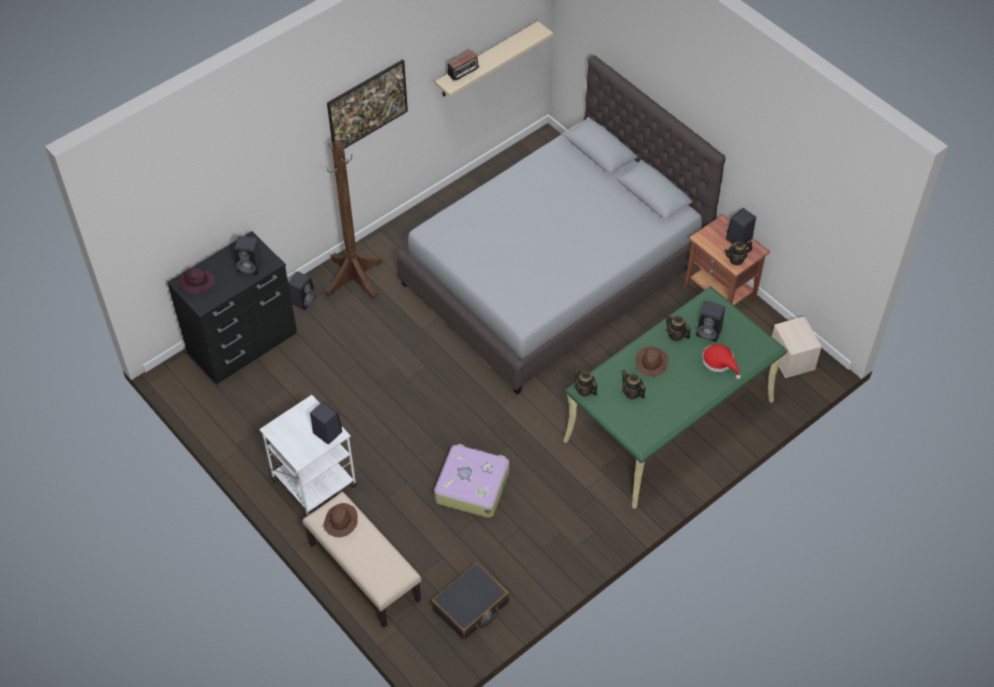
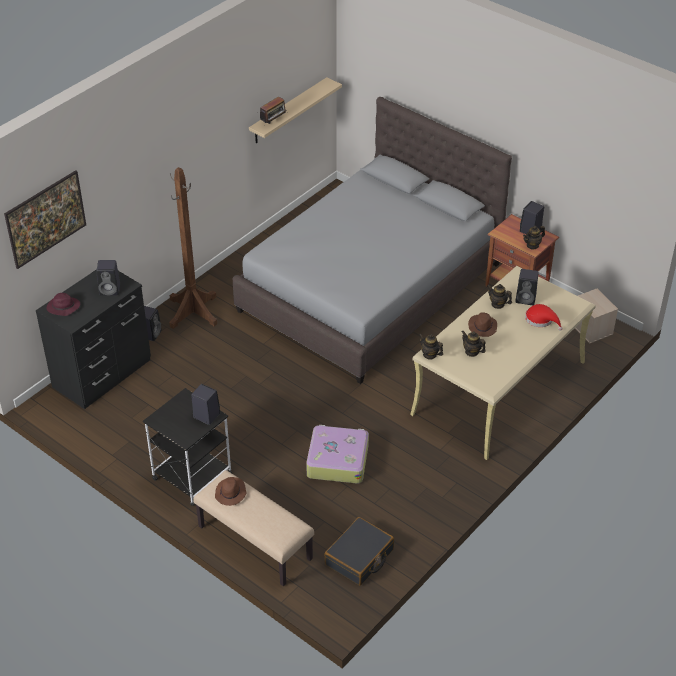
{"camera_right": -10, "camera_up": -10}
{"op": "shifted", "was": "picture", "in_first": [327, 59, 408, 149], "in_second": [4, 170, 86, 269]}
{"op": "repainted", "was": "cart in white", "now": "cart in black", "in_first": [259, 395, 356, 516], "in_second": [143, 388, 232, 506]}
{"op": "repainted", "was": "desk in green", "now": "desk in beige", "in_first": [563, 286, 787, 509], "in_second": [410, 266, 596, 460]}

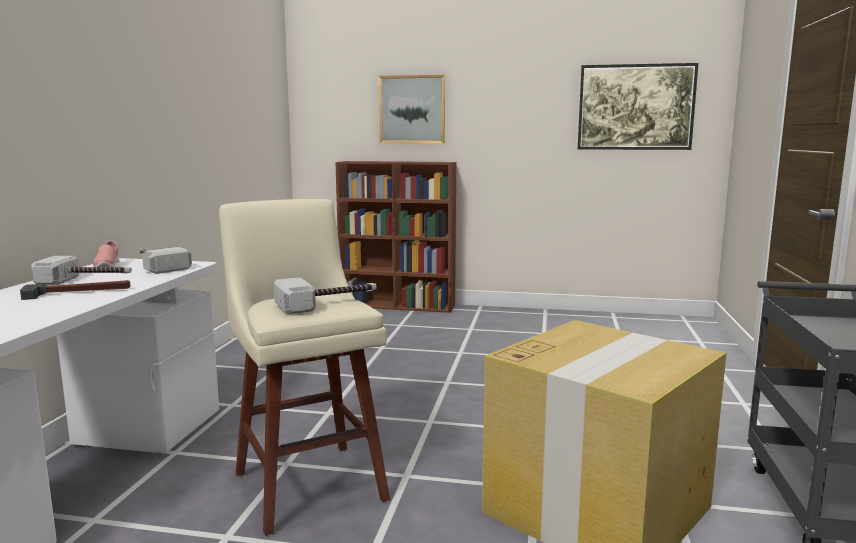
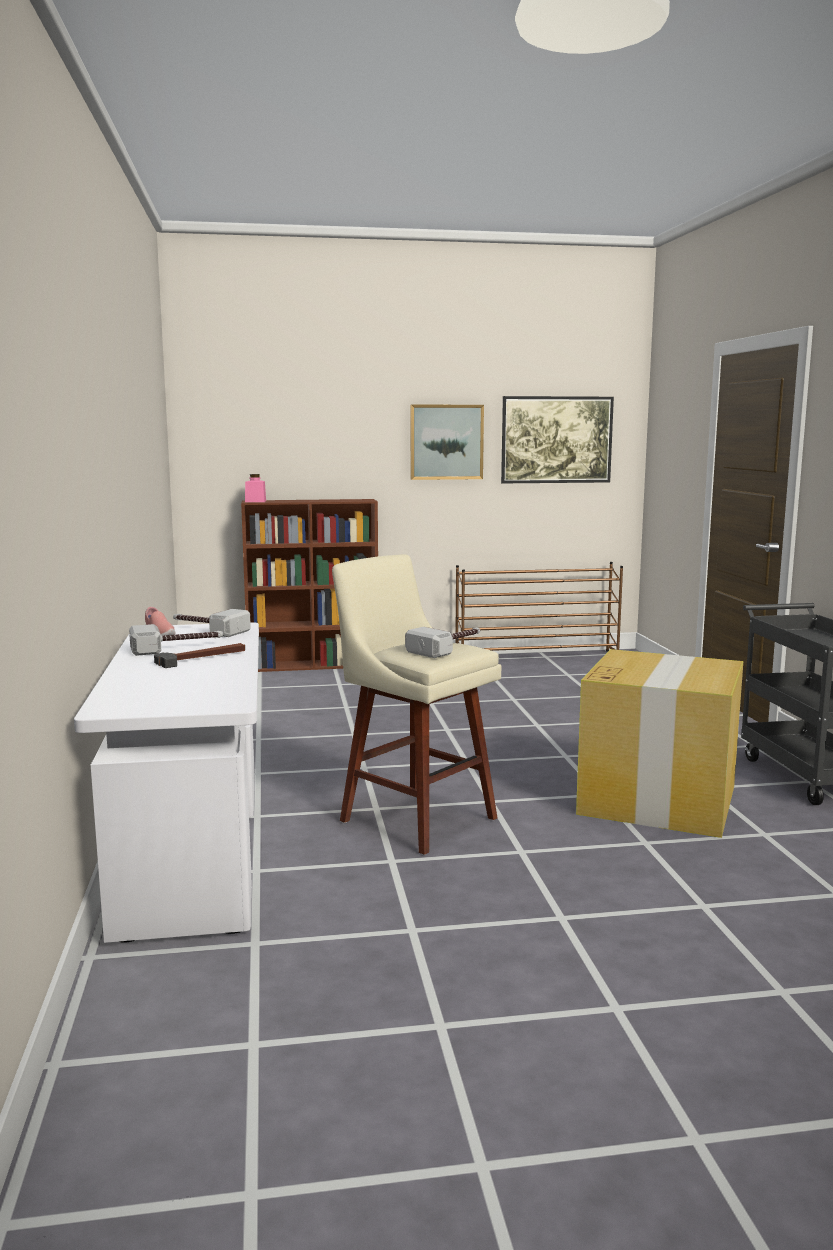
{"camera_right": -20, "camera_up": 0}
{"op": "new", "now": "jar in pink", "in_second": [245, 474, 266, 502]}
{"op": "shifted", "was": "picture", "in_first": [379, 75, 445, 144], "in_second": [410, 404, 484, 480]}
{"op": "new", "now": "shoe rack in brown", "in_second": [455, 562, 623, 652]}

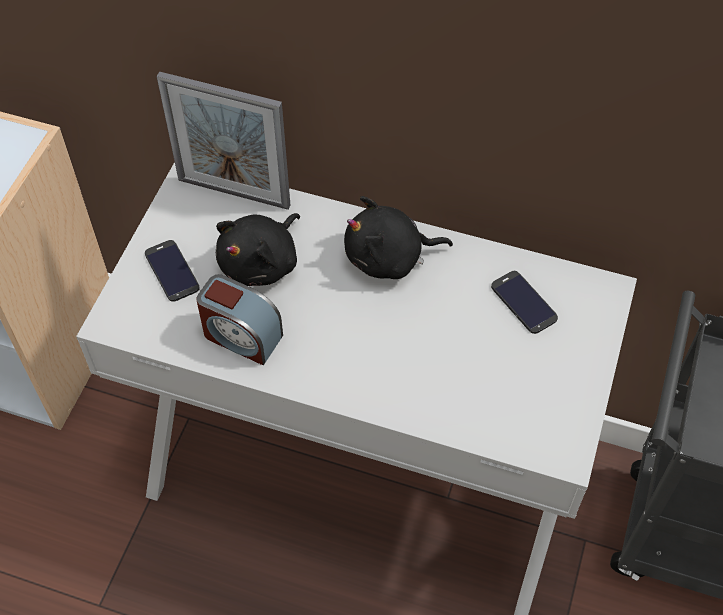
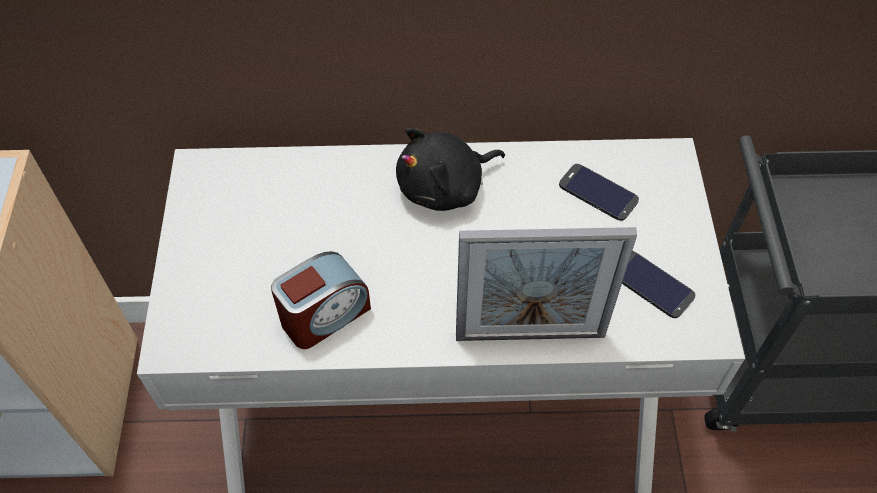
{"camera_right": -20, "camera_up": 0}
{"op": "rotated", "was": "alarm clock", "in_first": [196, 274, 283, 365], "in_second": [271, 251, 371, 349], "clockwise": -45}
{"op": "shifted", "was": "picture frame", "in_first": [157, 72, 290, 210], "in_second": [456, 227, 637, 341]}
{"op": "shifted", "was": "phone", "in_first": [145, 240, 199, 302], "in_second": [622, 251, 695, 318]}
{"op": "gone", "was": "plush toy in black", "in_first": [216, 213, 300, 286]}

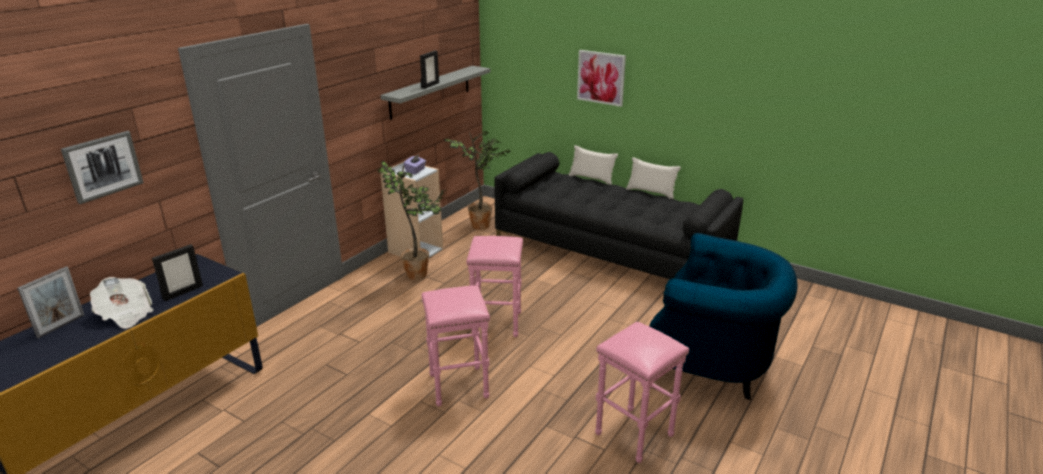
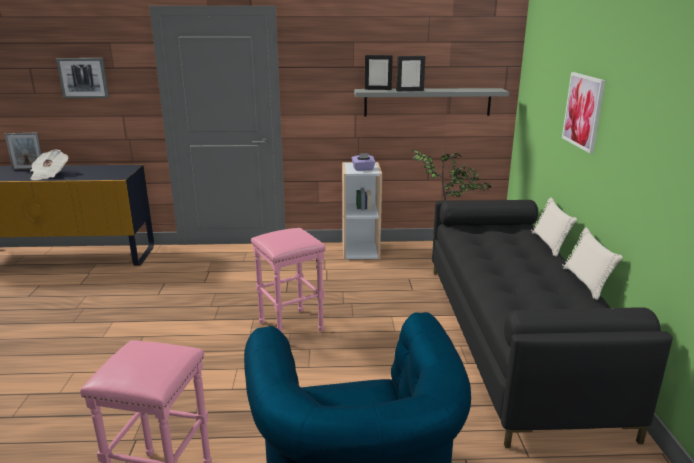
{"camera_right": 55, "camera_up": -5}
{"op": "shifted", "was": "picture frame", "in_first": [152, 244, 203, 301], "in_second": [365, 55, 393, 90]}
{"op": "gone", "was": "potted plant", "in_first": [377, 161, 447, 280]}
{"op": "gone", "was": "stool in pink", "in_first": [421, 285, 490, 406]}

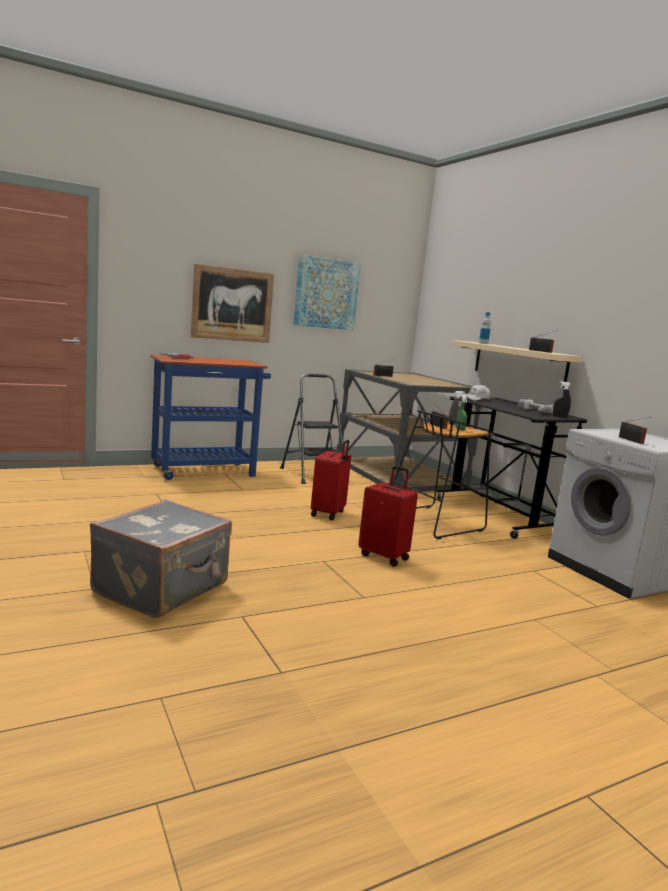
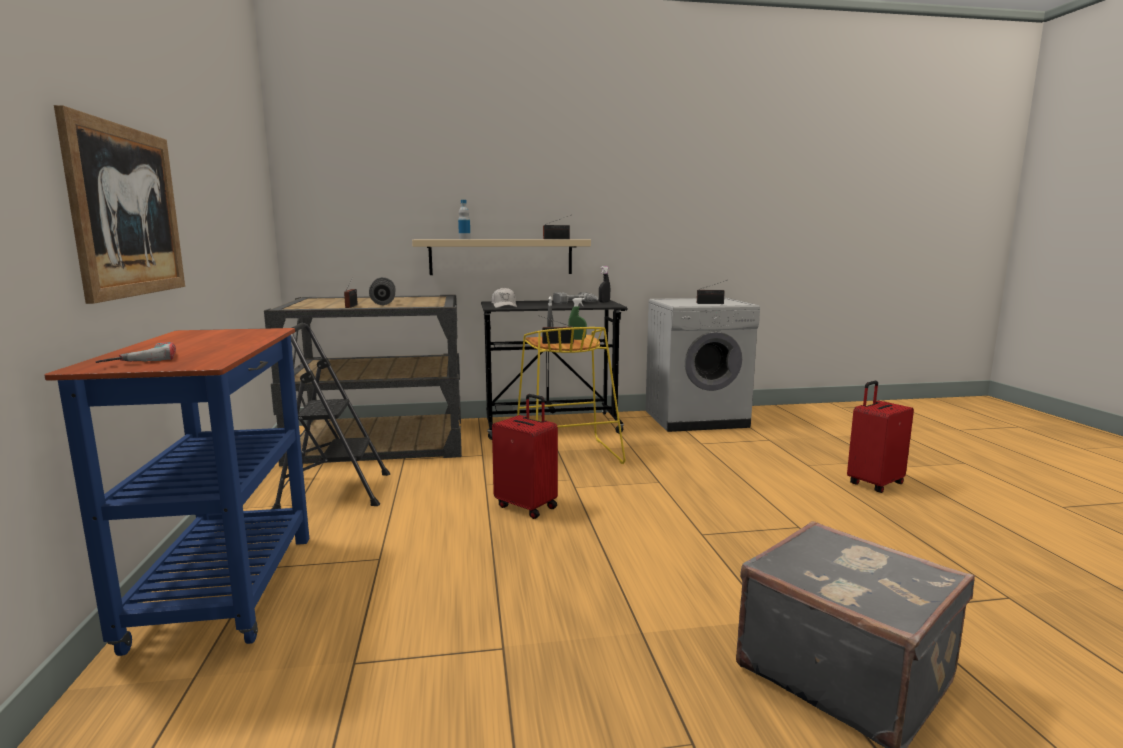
{"camera_right": -70, "camera_up": 0}
{"op": "new", "now": "dumbbell in grey", "in_second": [369, 277, 396, 305]}
{"op": "repainted", "was": "stool in black", "now": "stool in yellow", "in_first": [392, 410, 491, 539], "in_second": [517, 327, 625, 464]}
{"op": "shifted", "was": "suitcase in red", "in_first": [358, 466, 418, 567], "in_second": [847, 381, 914, 493]}
{"op": "gone", "was": "picture", "in_first": [293, 254, 361, 330]}

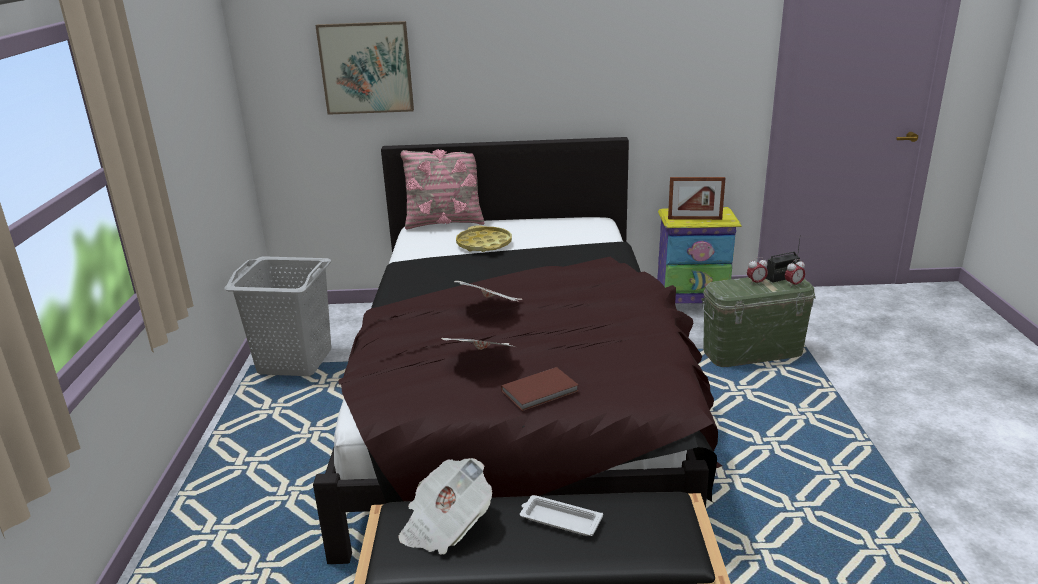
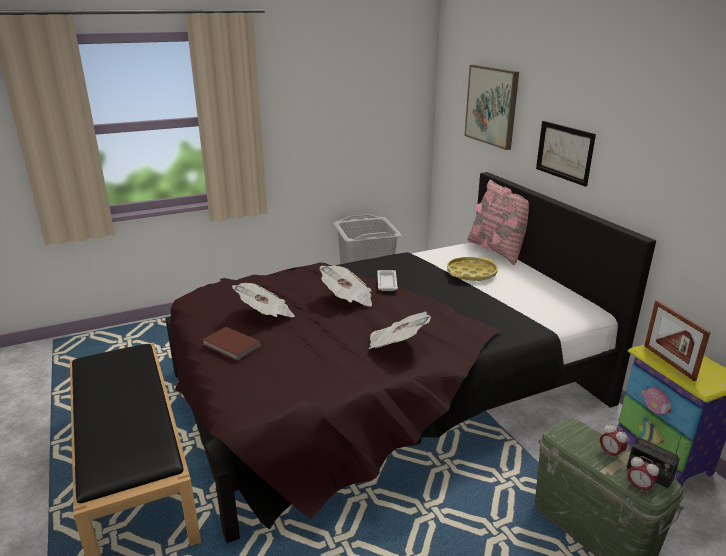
{"camera_right": 65, "camera_up": 0}
{"op": "shifted", "was": "newspaper", "in_first": [398, 458, 492, 555], "in_second": [369, 312, 431, 349]}
{"op": "shifted", "was": "tray in white", "in_first": [520, 495, 603, 536], "in_second": [377, 270, 398, 291]}
{"op": "new", "now": "picture", "in_second": [536, 121, 596, 187]}

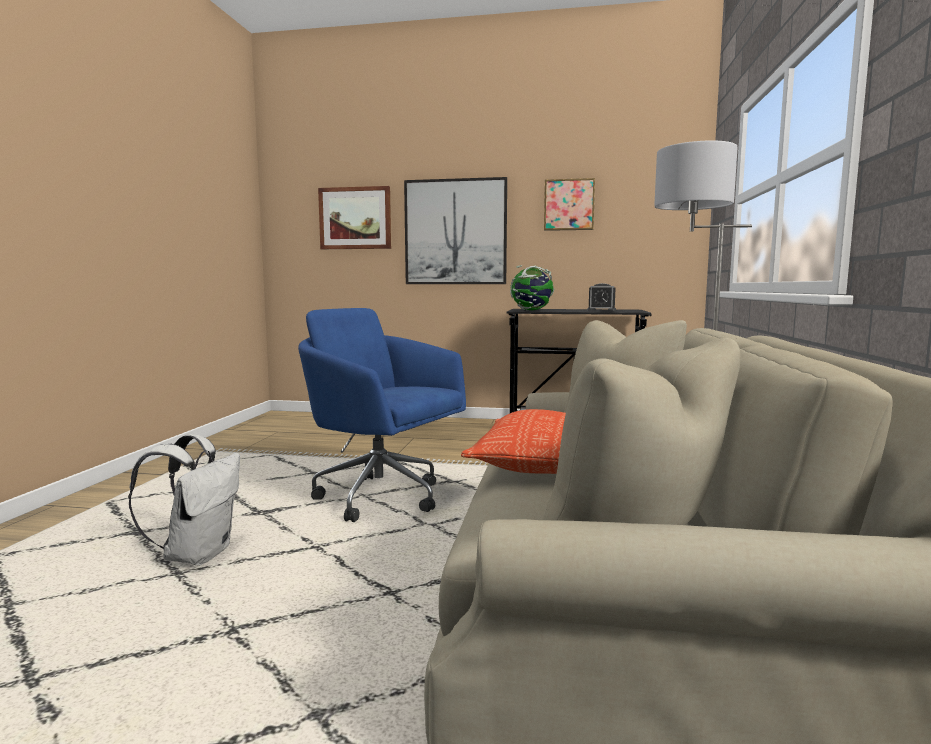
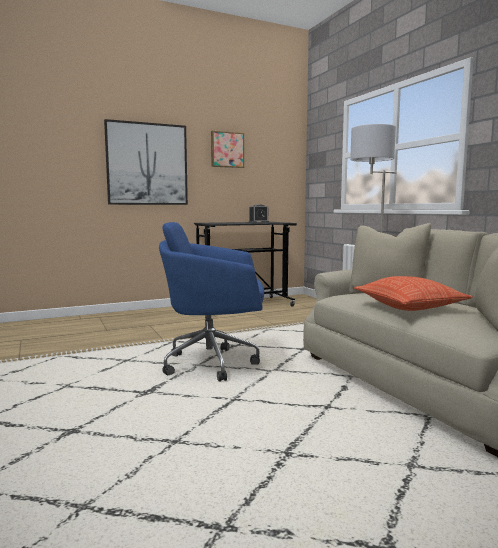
{"camera_right": -35, "camera_up": 0}
{"op": "gone", "was": "backpack in white", "in_first": [128, 434, 240, 565]}
{"op": "gone", "was": "picture", "in_first": [318, 186, 391, 249]}
{"op": "gone", "was": "globe", "in_first": [510, 265, 554, 310]}

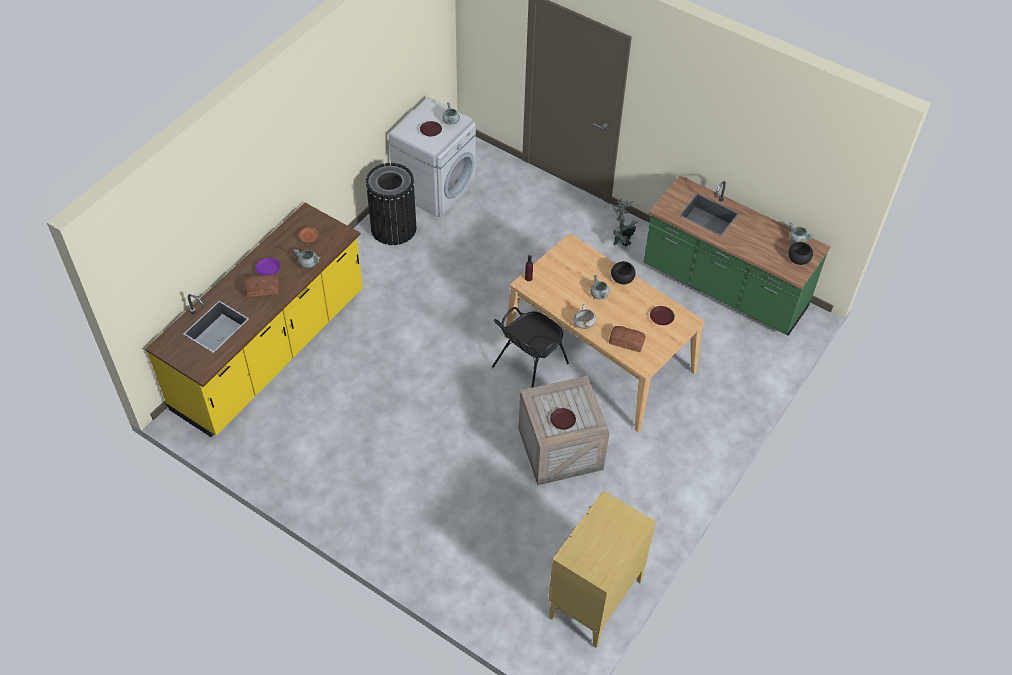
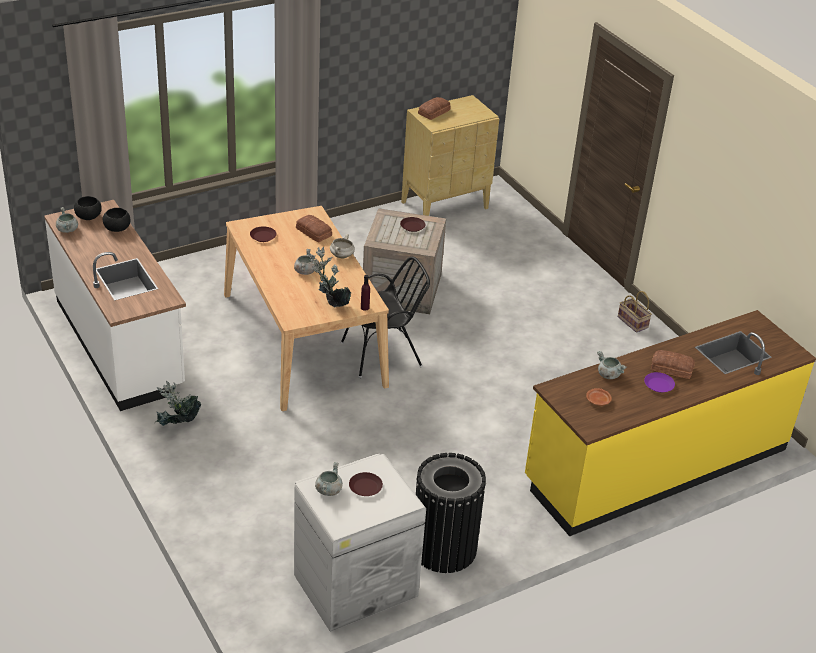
{"camera_right": -155, "camera_up": -15}
{"op": "repainted", "was": "counter in green", "now": "counter in white", "in_first": [643, 175, 830, 336], "in_second": [44, 200, 186, 411]}
{"op": "shifted", "was": "bowl in black", "in_first": [611, 261, 636, 284], "in_second": [103, 208, 130, 232]}
{"op": "new", "now": "potted plant", "in_second": [309, 247, 351, 307]}
{"op": "new", "now": "bread", "in_second": [418, 97, 451, 120]}
{"op": "new", "now": "basket", "in_second": [618, 291, 652, 333]}

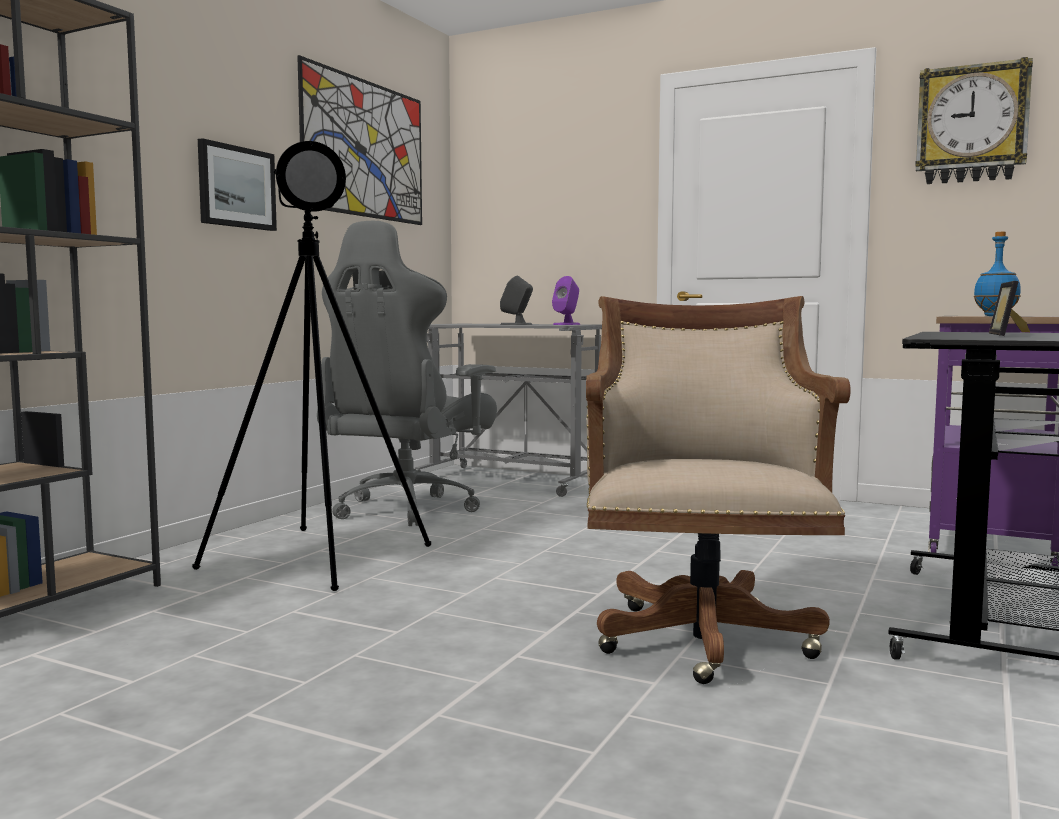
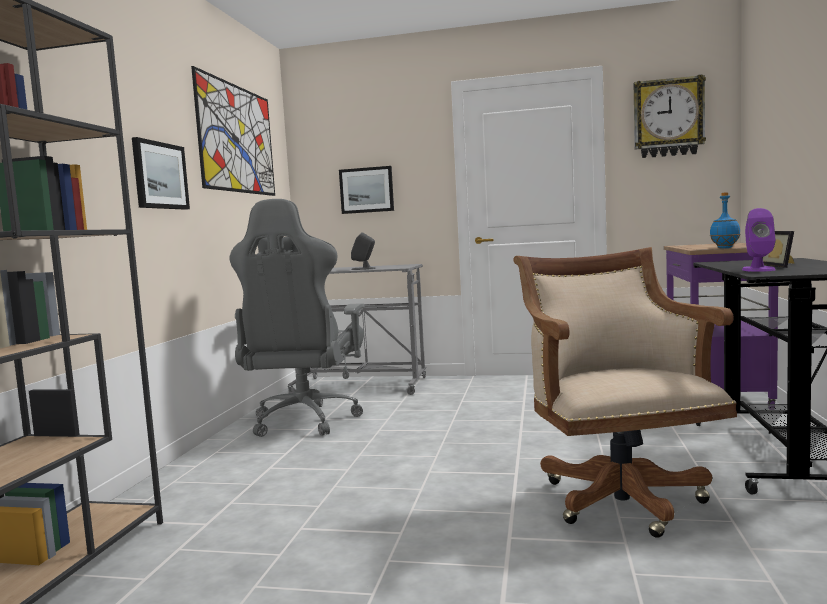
{"camera_right": -15, "camera_up": 0}
{"op": "new", "now": "picture", "in_second": [339, 166, 394, 214]}
{"op": "shifted", "was": "speaker in purple", "in_first": [552, 276, 580, 325], "in_second": [742, 208, 776, 272]}
{"op": "gone", "was": "floor lamp in black", "in_first": [192, 141, 431, 591]}

